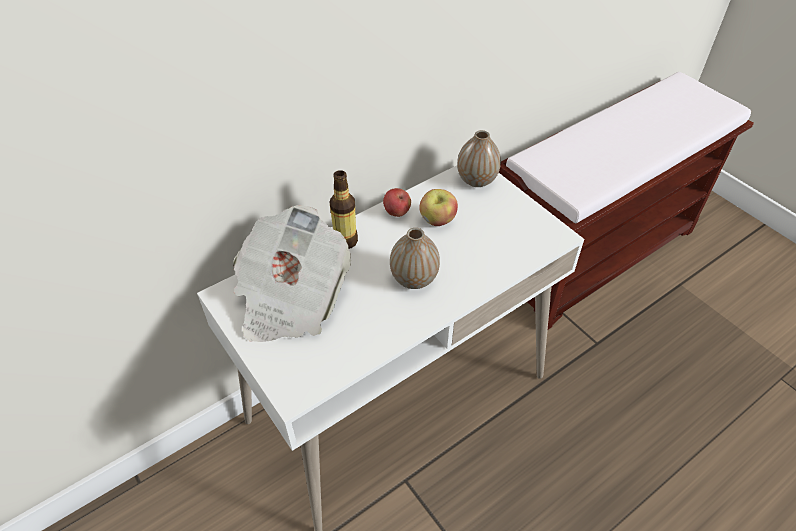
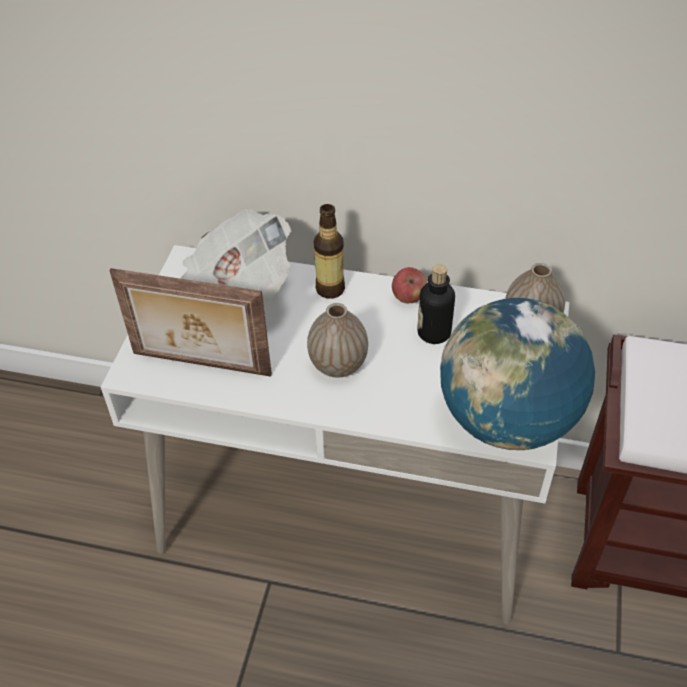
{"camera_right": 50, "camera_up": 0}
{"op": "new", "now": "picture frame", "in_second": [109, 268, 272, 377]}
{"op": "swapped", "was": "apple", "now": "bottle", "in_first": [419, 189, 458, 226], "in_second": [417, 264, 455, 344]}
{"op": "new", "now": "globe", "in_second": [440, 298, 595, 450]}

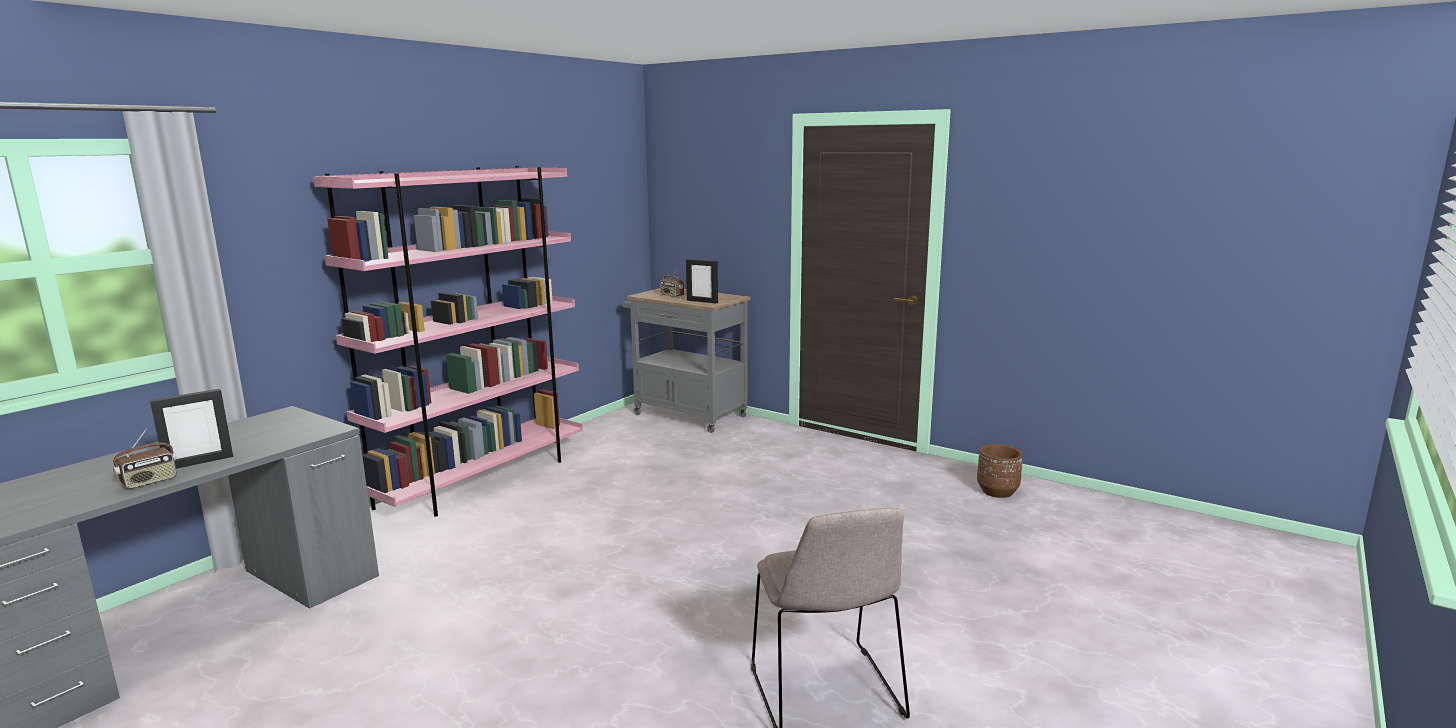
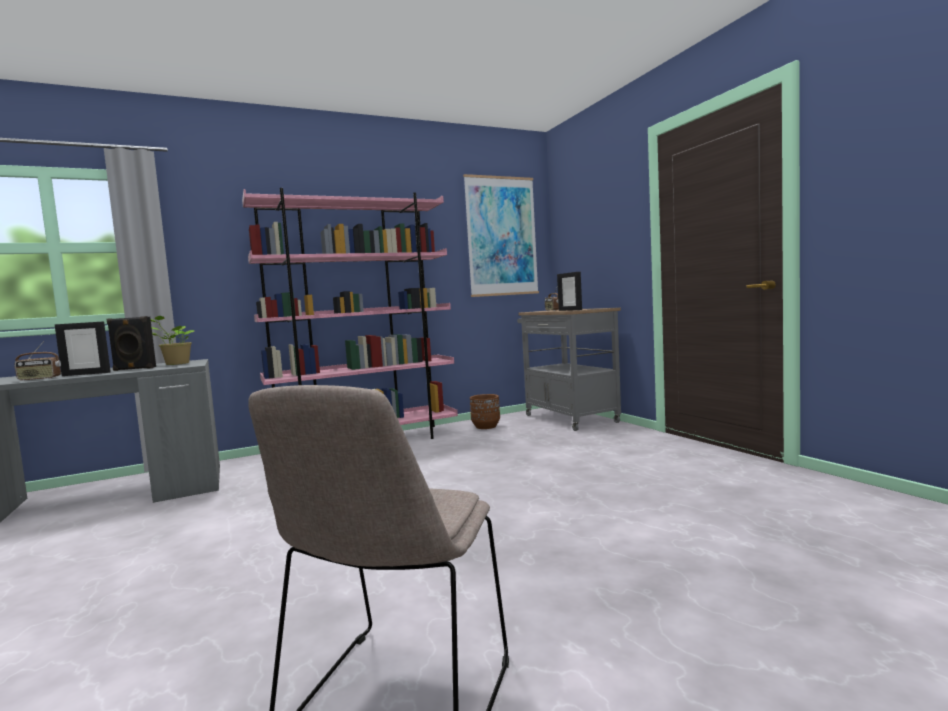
{"camera_right": 30, "camera_up": -10}
{"op": "new", "now": "speaker in black", "in_second": [107, 316, 156, 371]}
{"op": "new", "now": "potted plant", "in_second": [151, 316, 195, 365]}
{"op": "new", "now": "picture", "in_second": [463, 174, 539, 297]}
{"op": "shifted", "was": "planter in brown", "in_first": [977, 444, 1023, 498], "in_second": [470, 394, 500, 429]}

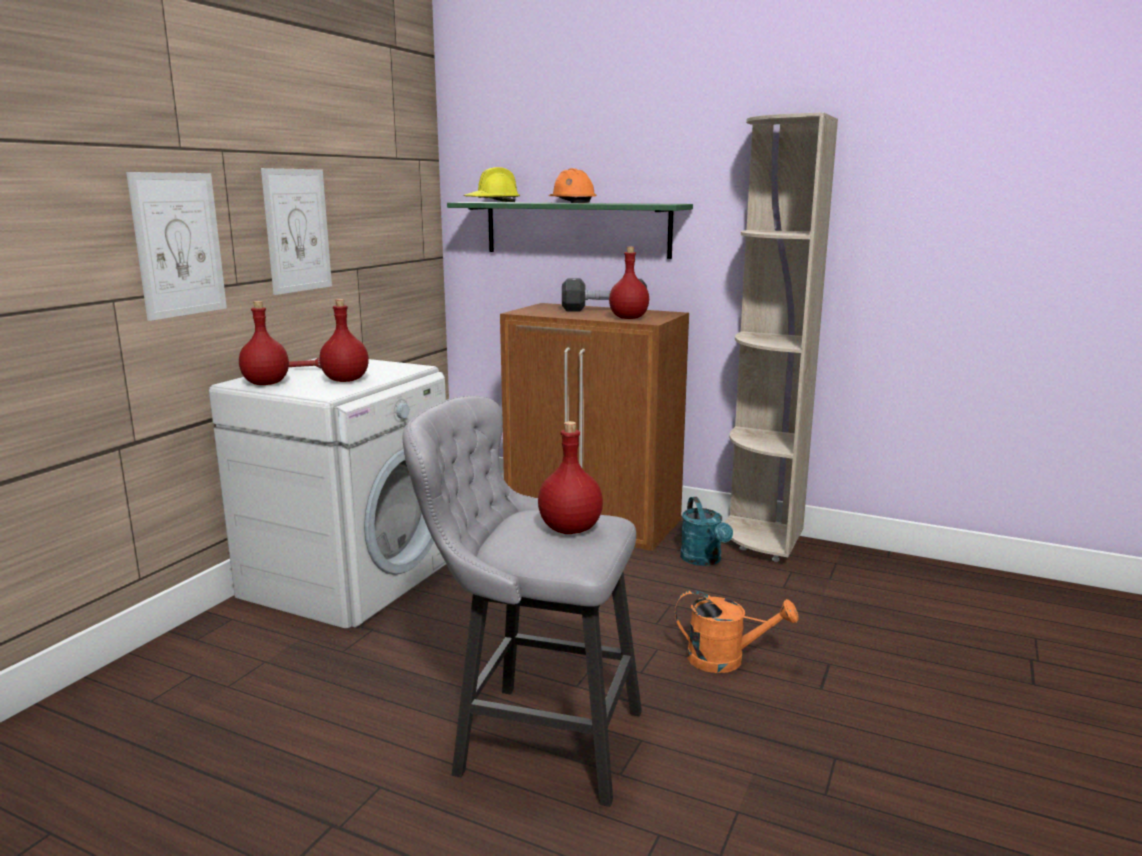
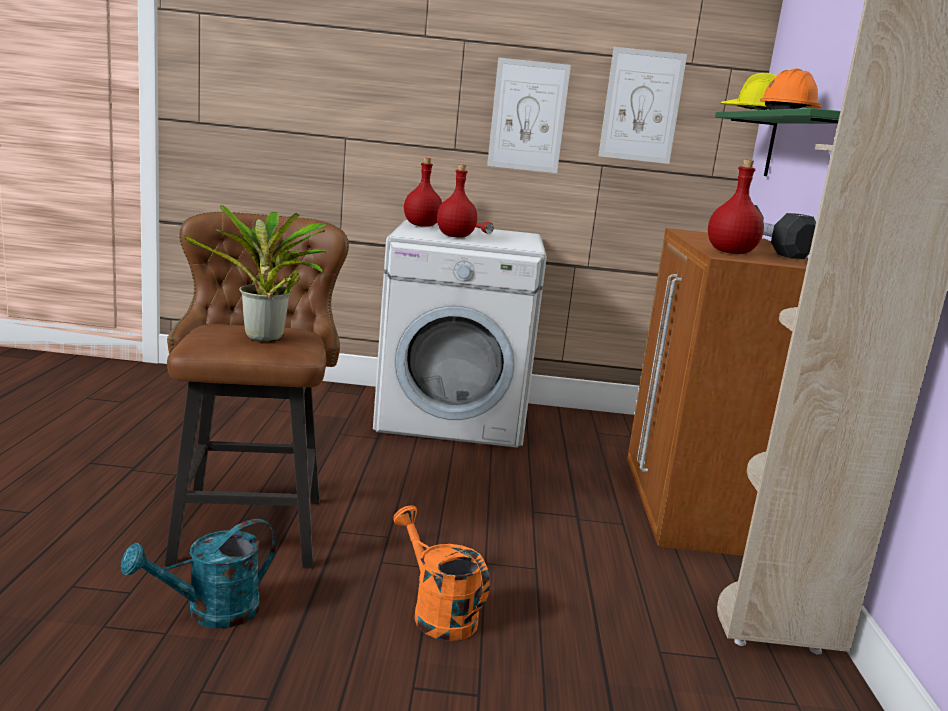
{"camera_right": 65, "camera_up": 0}
{"op": "shifted", "was": "watering can in turquoise", "in_first": [680, 497, 733, 566], "in_second": [121, 519, 277, 628]}
{"op": "repainted", "was": "stool in grey", "now": "stool in brown", "in_first": [402, 395, 642, 807], "in_second": [164, 212, 349, 568]}
{"op": "swapped", "was": "bottle in red", "now": "potted plant", "in_first": [538, 421, 603, 534], "in_second": [184, 205, 328, 342]}
{"op": "rotated", "was": "watering can in orange", "in_first": [675, 590, 799, 673], "in_second": [393, 505, 490, 641], "clockwise": 150}
{"op": "shifted", "was": "picture", "in_first": [126, 172, 227, 321], "in_second": [599, 47, 687, 164]}

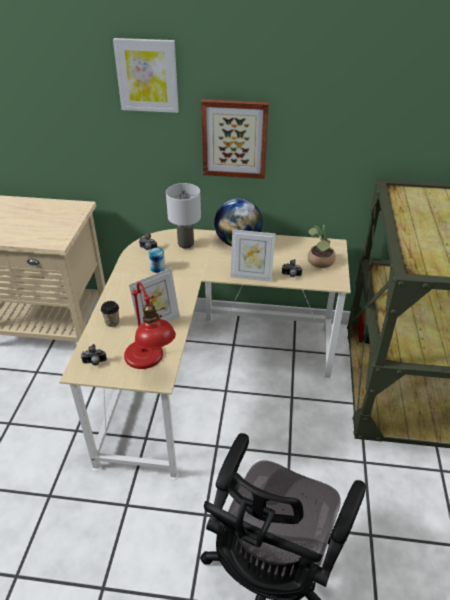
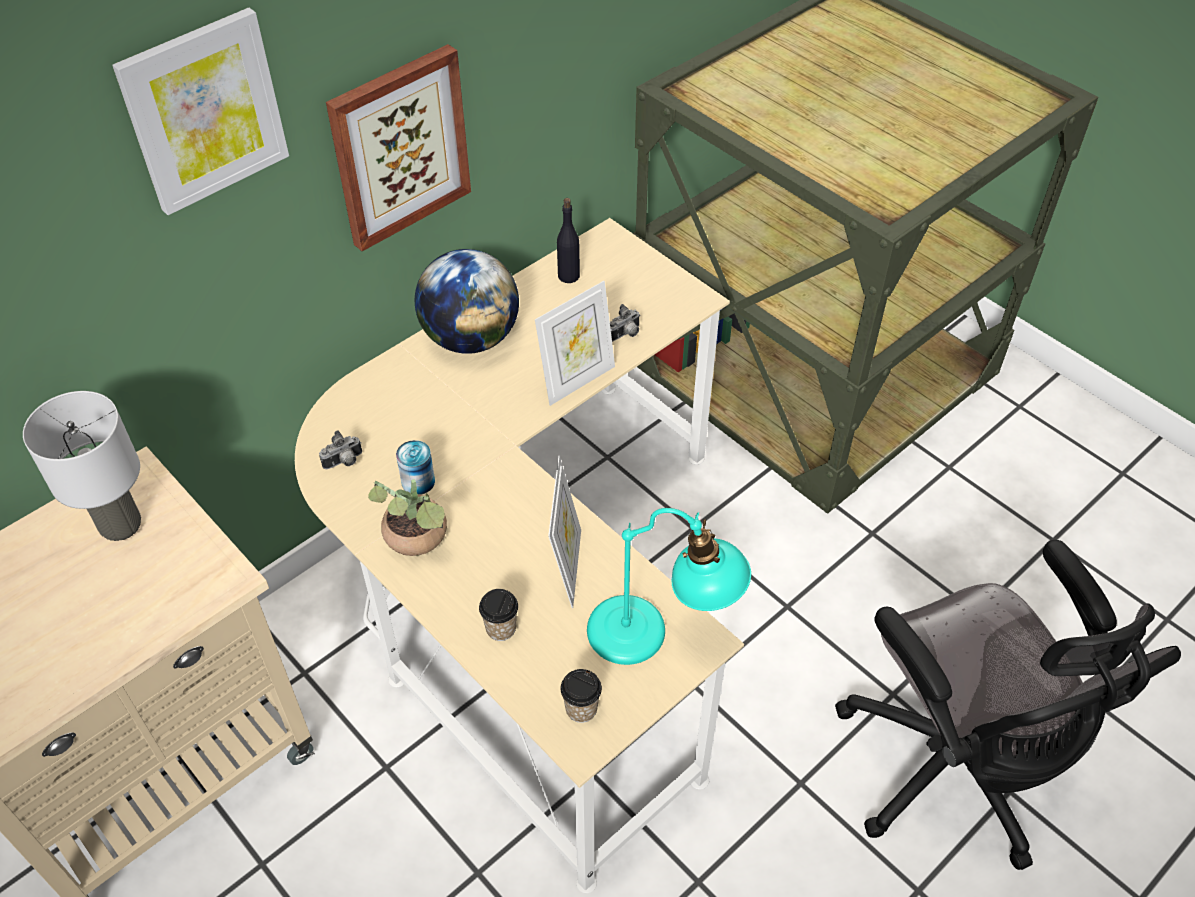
{"camera_right": -50, "camera_up": 10}
{"op": "shifted", "was": "table lamp in white", "in_first": [166, 183, 201, 249], "in_second": [23, 391, 141, 541]}
{"op": "shifted", "was": "potted plant", "in_first": [307, 225, 336, 268], "in_second": [368, 479, 447, 556]}
{"op": "new", "now": "bottle in black", "in_second": [557, 198, 580, 283]}
{"op": "swapped", "was": "photo camera", "now": "cup", "in_first": [81, 344, 107, 365], "in_second": [560, 669, 602, 723]}
{"op": "repainted", "was": "table lamp in red", "now": "table lamp in turquoise", "in_first": [124, 282, 176, 369], "in_second": [587, 508, 751, 665]}

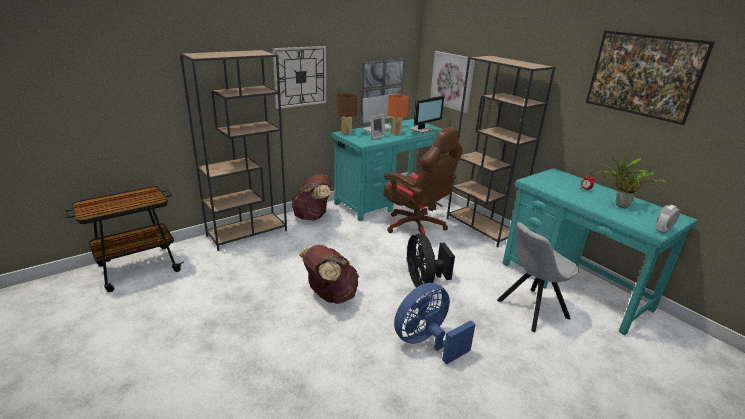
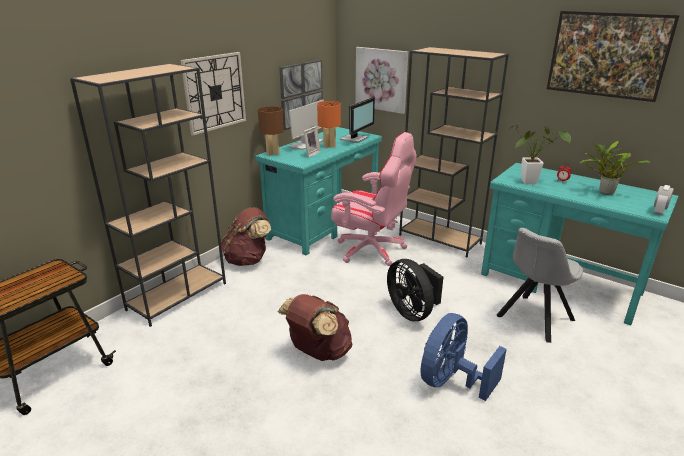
{"camera_right": -15, "camera_up": 0}
{"op": "repainted", "was": "office chair in brown", "now": "office chair in pink", "in_first": [383, 127, 463, 235], "in_second": [331, 132, 417, 266]}
{"op": "new", "now": "potted plant", "in_second": [509, 123, 571, 184]}

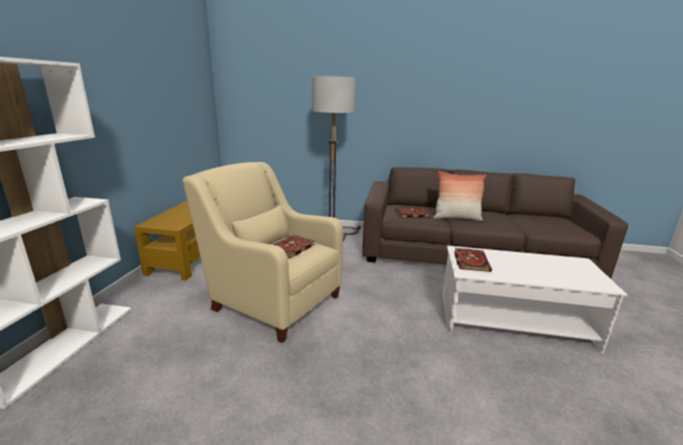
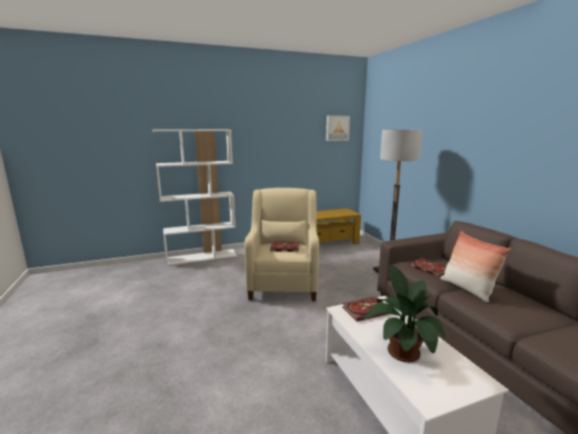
{"camera_right": 60, "camera_up": -5}
{"op": "new", "now": "picture", "in_second": [326, 115, 350, 141]}
{"op": "new", "now": "potted plant", "in_second": [363, 265, 445, 363]}

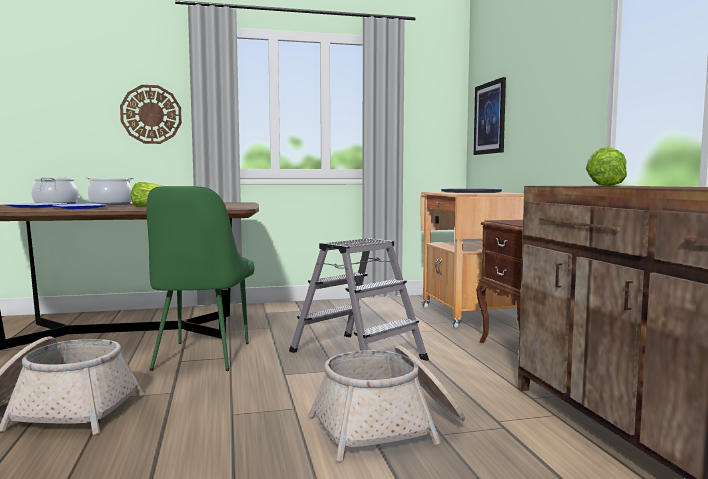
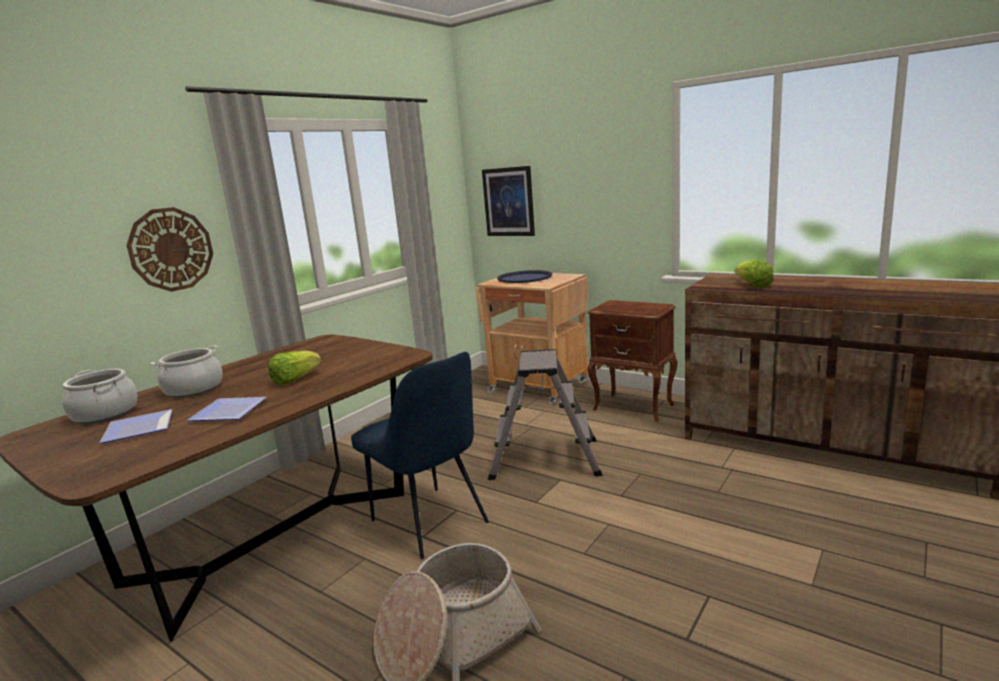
{"camera_right": -40, "camera_up": 10}
{"op": "repainted", "was": "chair in green", "now": "chair in blue", "in_first": [147, 186, 254, 371], "in_second": [351, 352, 489, 559]}
{"op": "gone", "was": "basket", "in_first": [309, 345, 465, 461]}

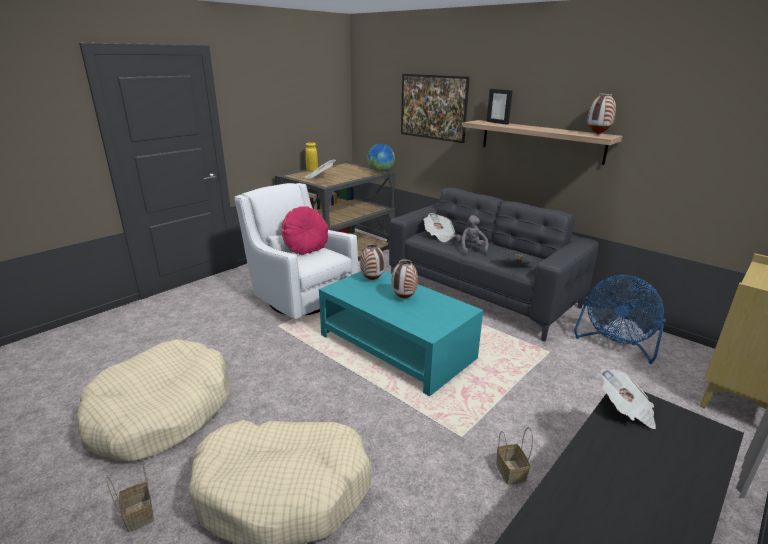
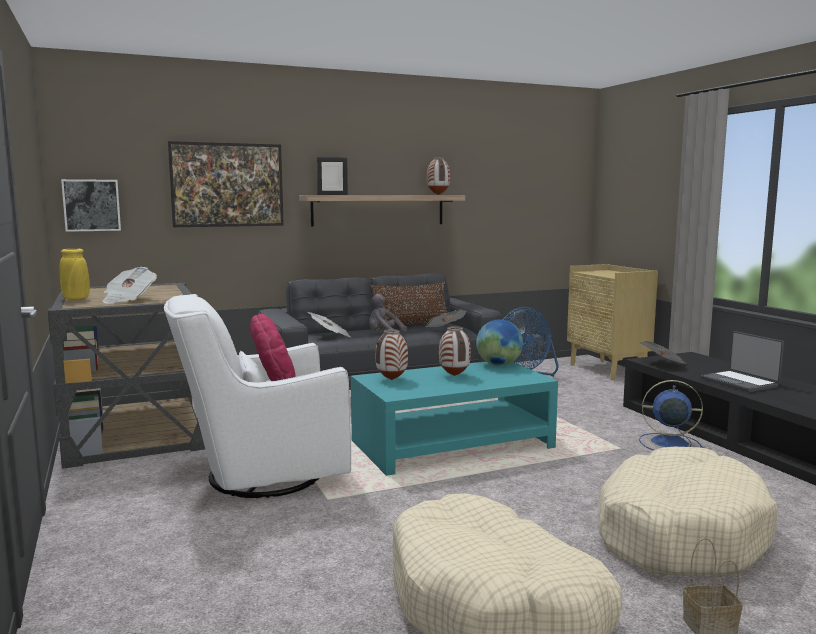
{"camera_right": -65, "camera_up": -15}
{"op": "new", "now": "picture", "in_second": [61, 179, 121, 232]}
{"op": "new", "now": "pillow in brown", "in_second": [370, 282, 451, 330]}
{"op": "shifted", "was": "globe", "in_first": [367, 144, 395, 172], "in_second": [476, 319, 523, 366]}
{"op": "swapped", "was": "basket", "now": "fan in blue", "in_first": [496, 427, 533, 485], "in_second": [639, 380, 703, 450]}
{"op": "new", "now": "laptop", "in_second": [701, 331, 784, 392]}

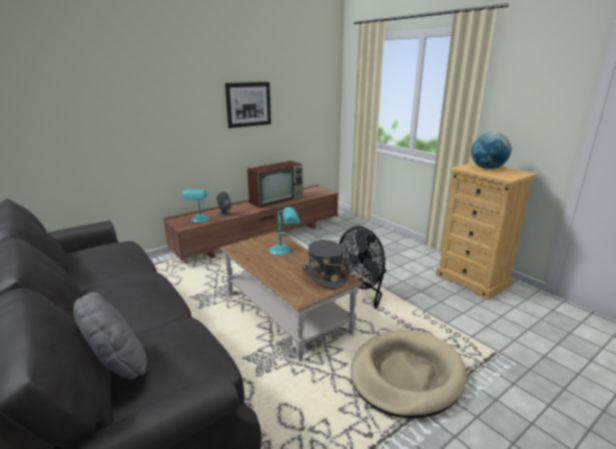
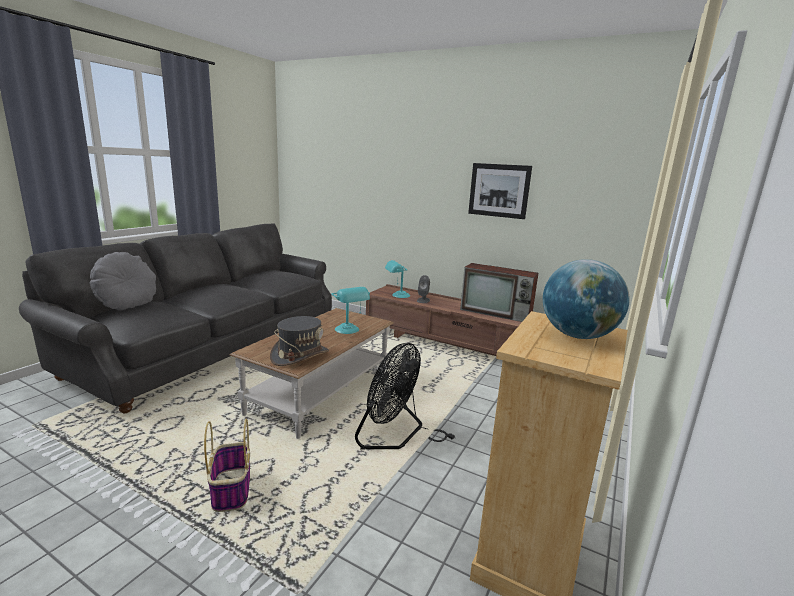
{"camera_right": 65, "camera_up": -5}
{"op": "swapped", "was": "dog bed in beige", "now": "basket", "in_first": [351, 330, 467, 418], "in_second": [204, 419, 250, 512]}

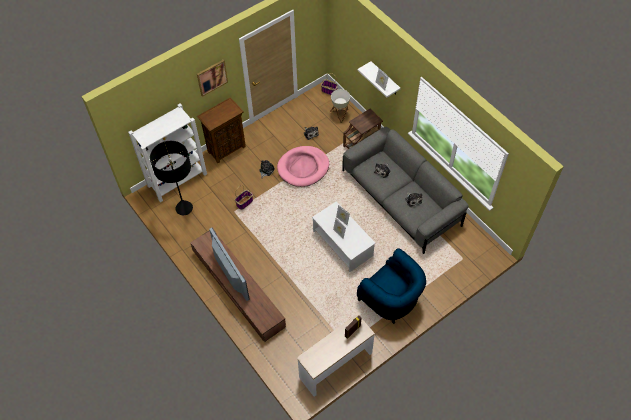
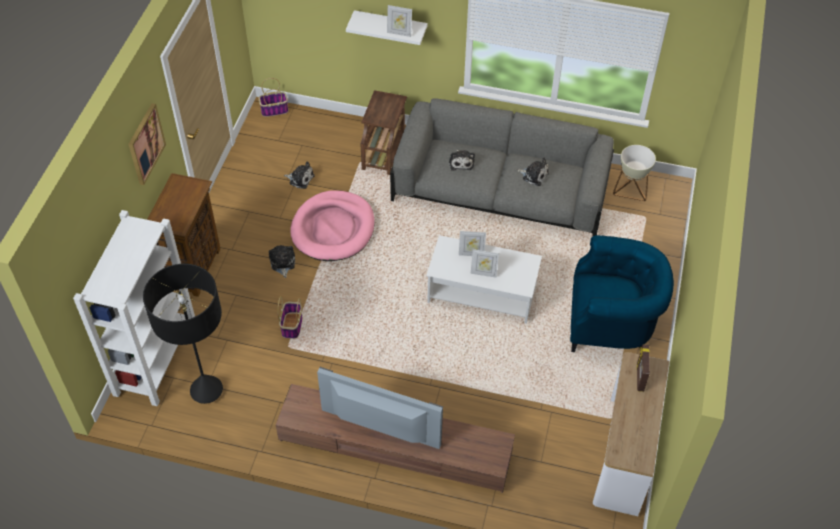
{"camera_right": -40, "camera_up": -5}
{"op": "shifted", "was": "planter", "in_first": [330, 89, 350, 123], "in_second": [613, 145, 656, 201]}

